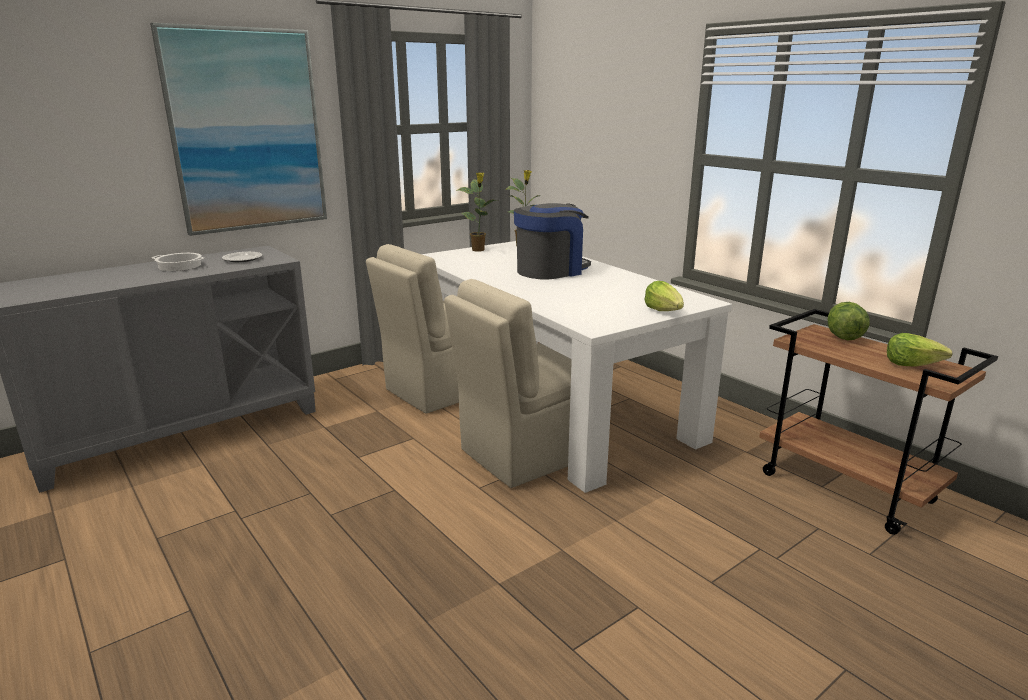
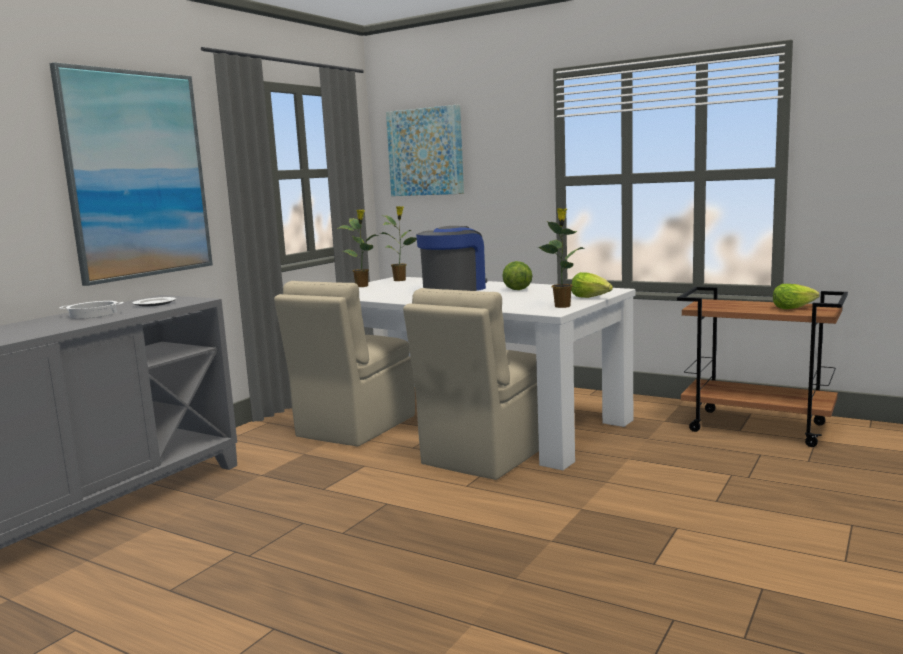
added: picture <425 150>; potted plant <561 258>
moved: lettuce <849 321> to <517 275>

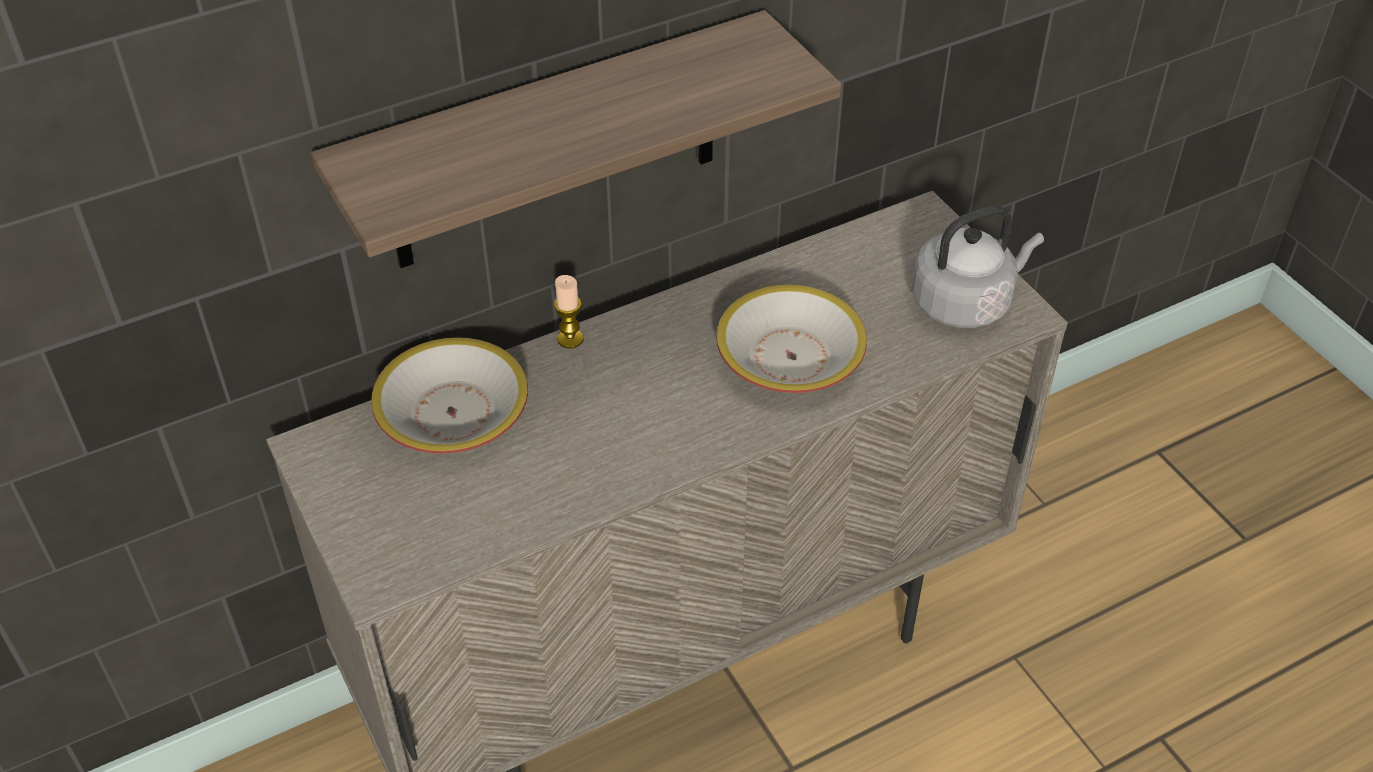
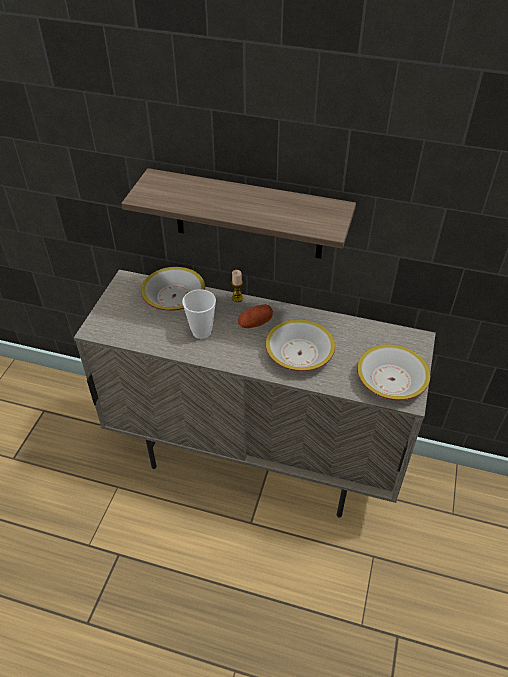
added: cup <199 314>; potato <255 316>
replaced: grey kettle <978 267> to bowl <393 372>

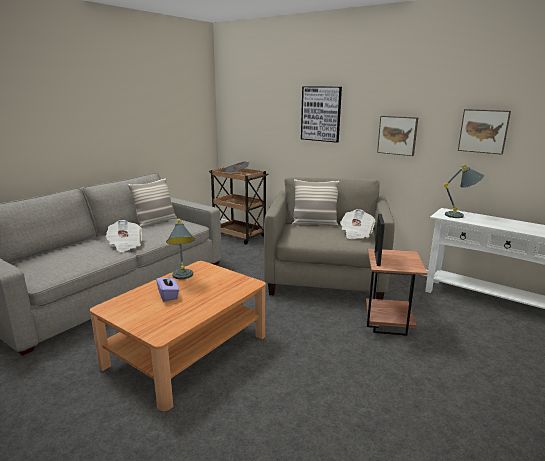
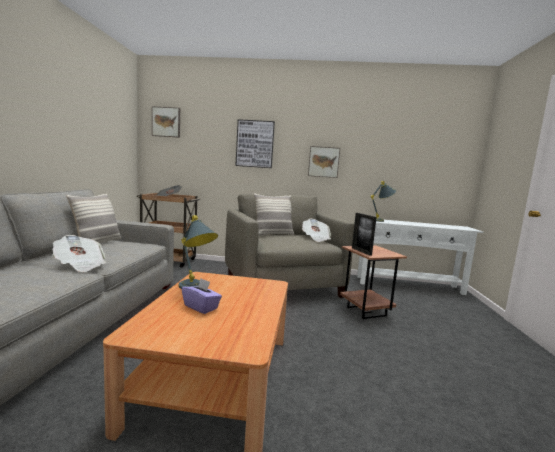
moved: picture <484 132> to <166 122>

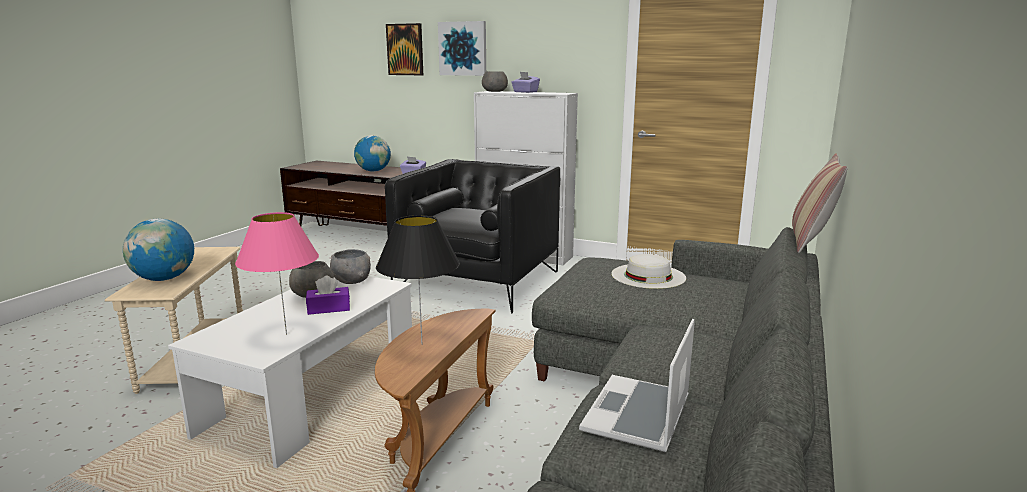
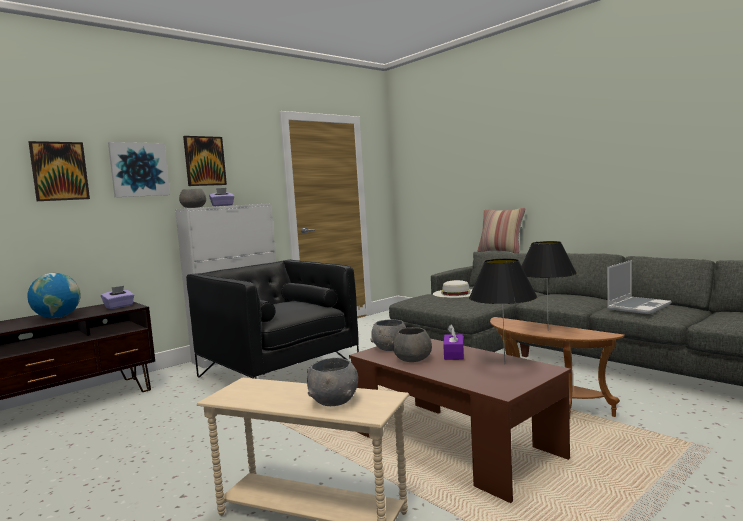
added: picture <205 161>
replaced: globe <158 249> to grey bowl <332 382>
recoloured: white coffee table <290 372> to brown coffee table <460 420>; pink table lamp <277 273> to black table lamp <503 311>
turned: laptop <637 385> = <639 287> 90 degrees counterclockwise

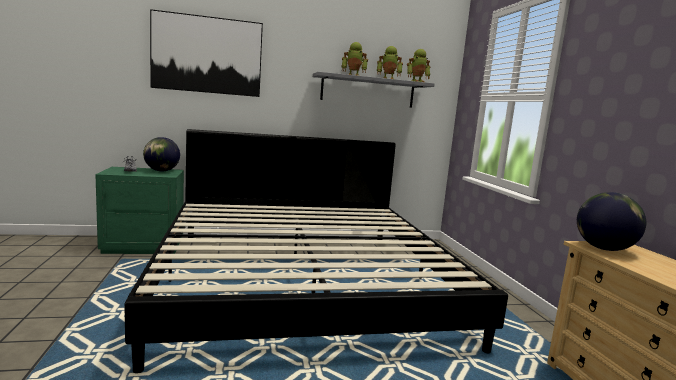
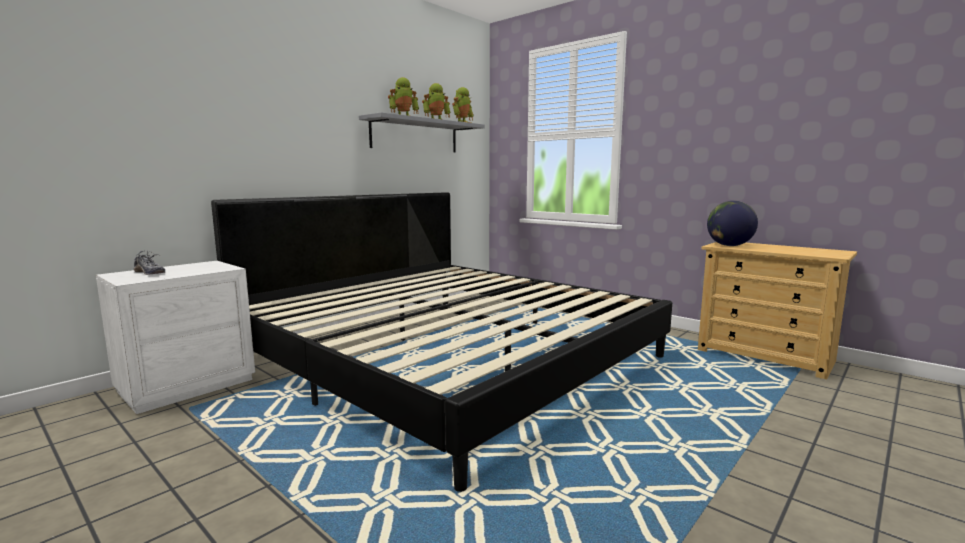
removed: globe <161 154>; picture <206 53>
recoloured: green nightstand <139 210> to white nightstand <175 337>

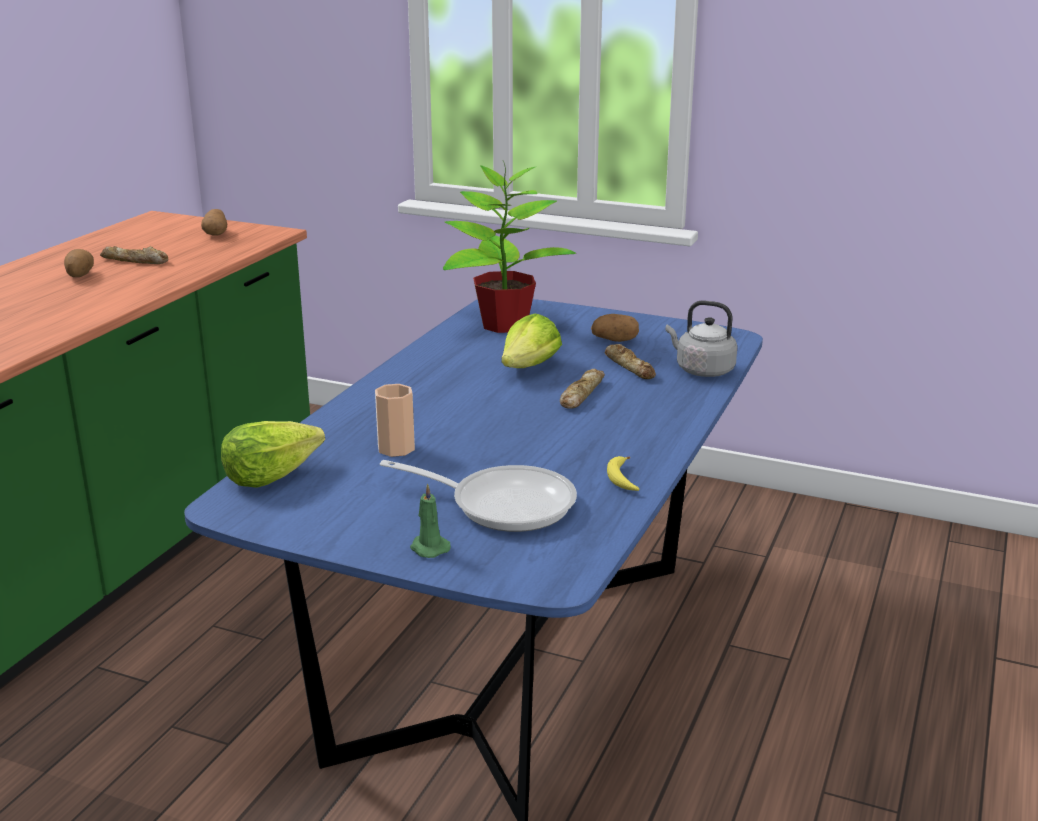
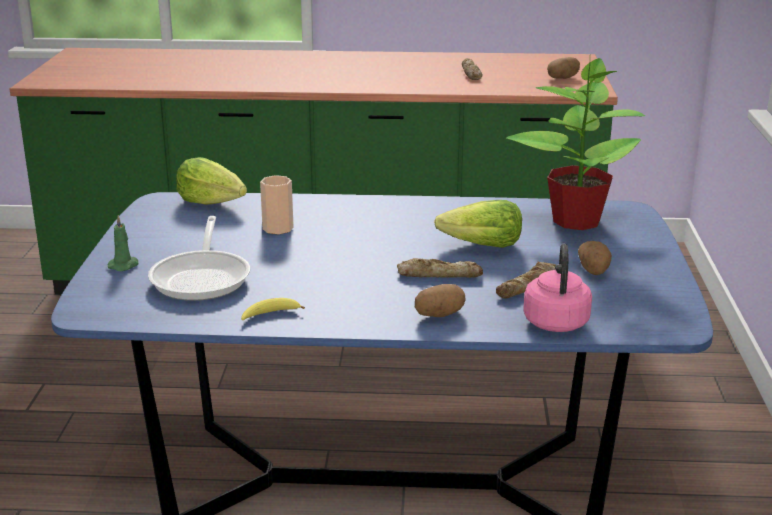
moved: potato <79 263> to <440 300>
recoloured: grey kettle <701 338> to pink kettle <557 288>

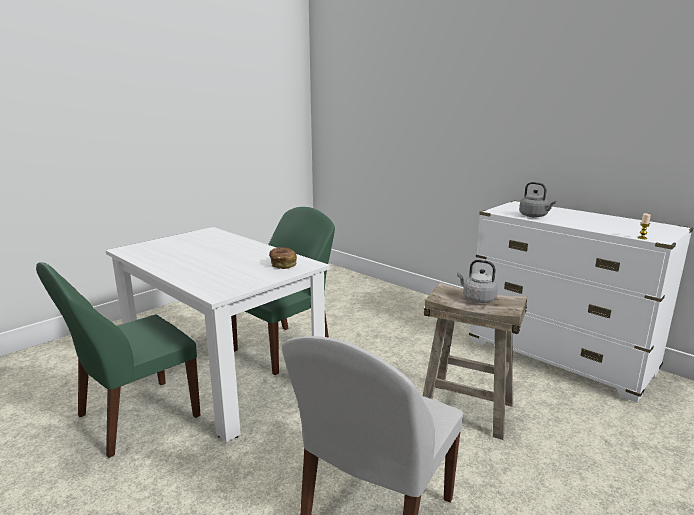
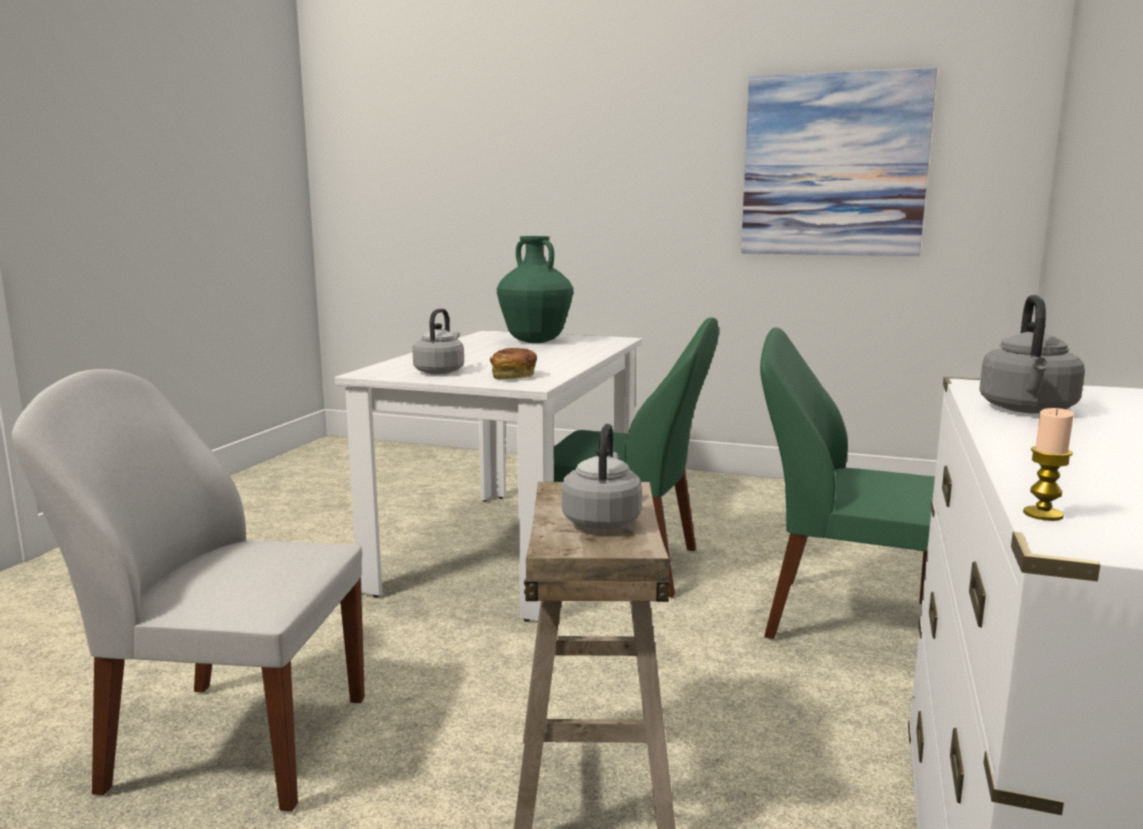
added: grey kettle <438 341>; green vase <535 289>; picture <839 161>
moved: green chair <118 360> to <847 483>

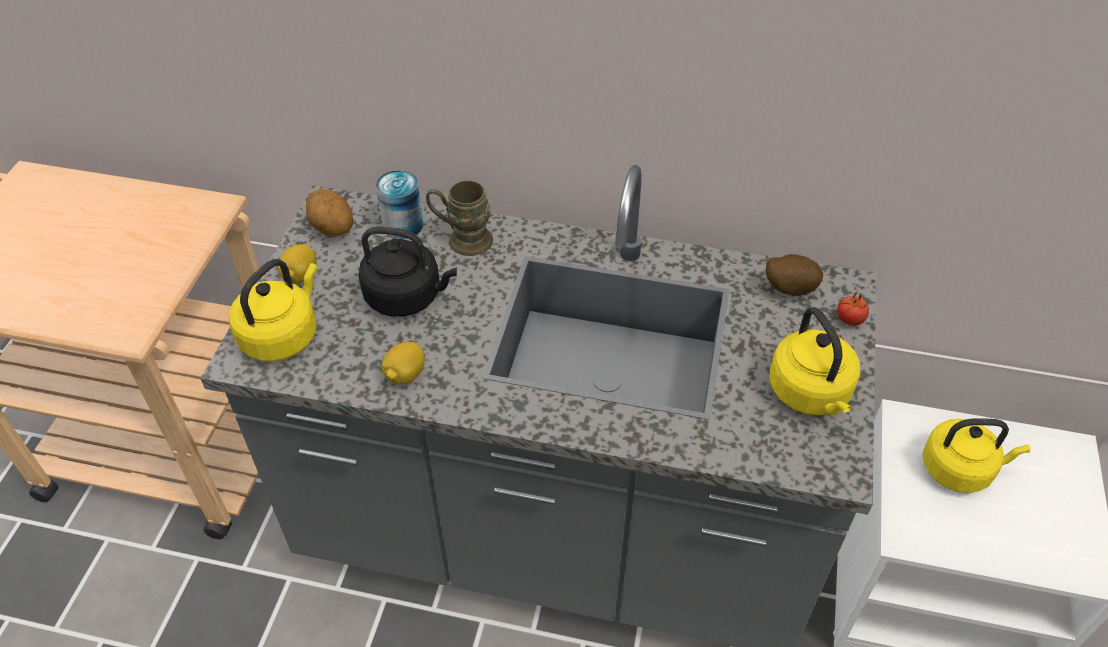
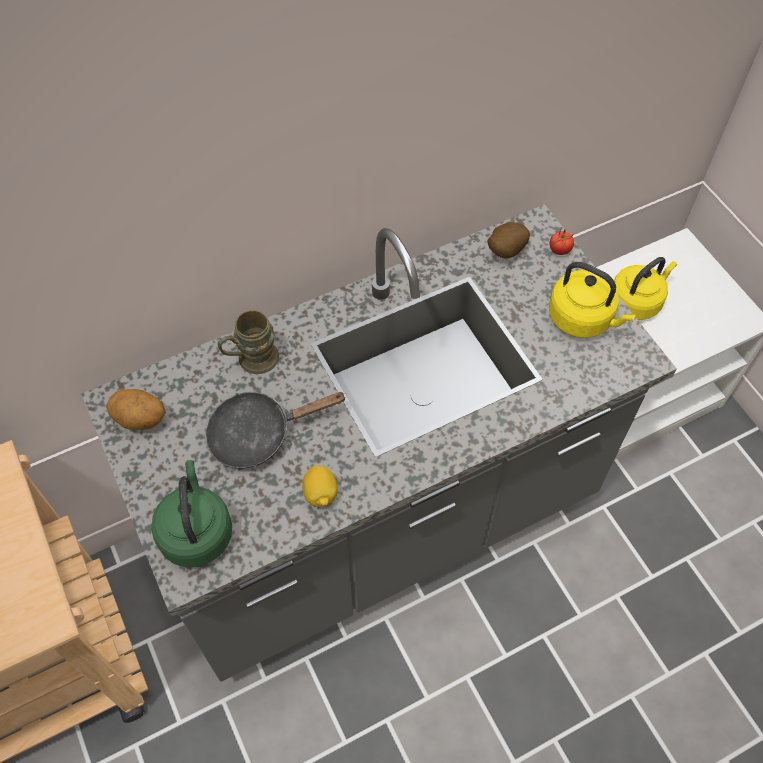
removed: lemon <297 264>; can <400 204>
replaced: black kettle <407 272> to black frying pan <276 430>
recoloured: yellow kettle <273 310> to green kettle <191 513>

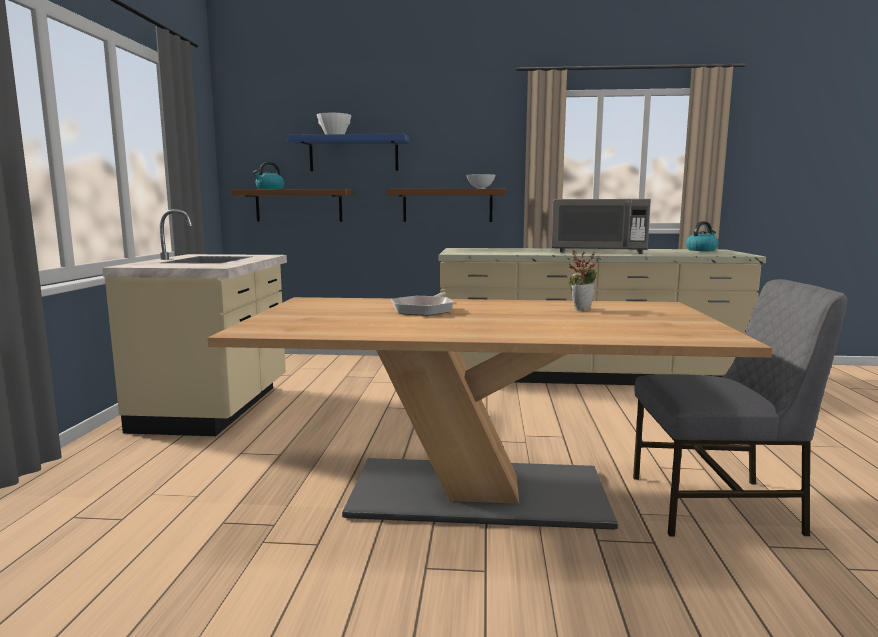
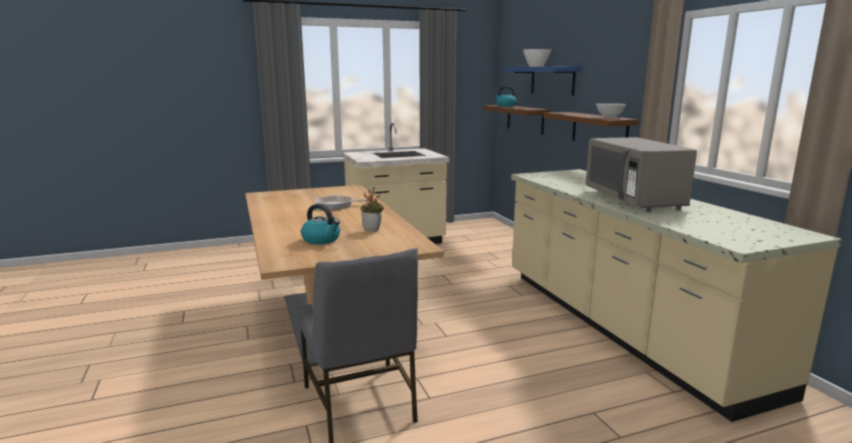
moved: kettle <702 236> to <320 224>

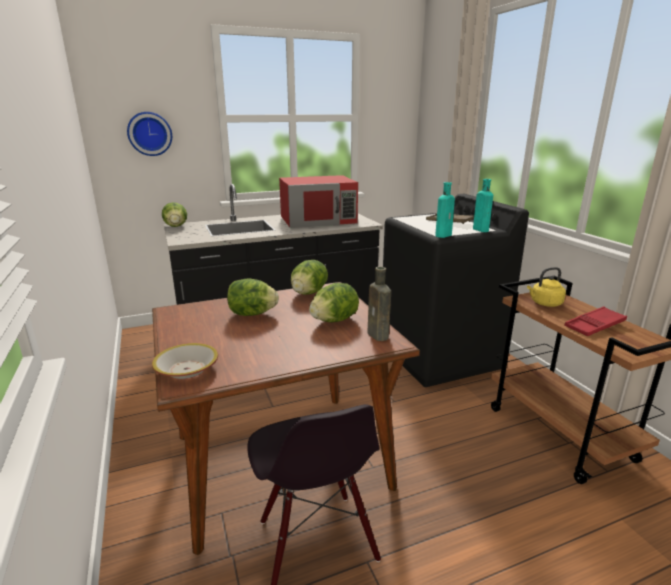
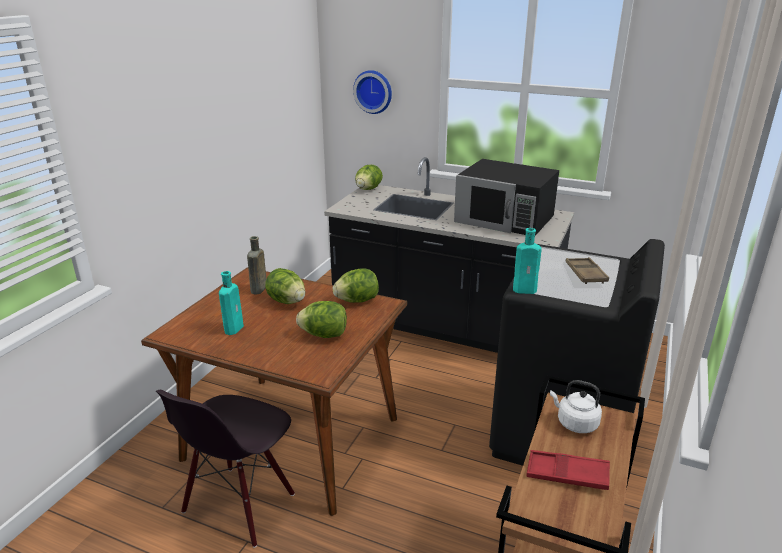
removed: bowl <185 361>
moved: brown bottle <379 304> to <256 265>; turquoise bottle <483 205> to <231 303>
recoloured: red microwave <318 201> to black microwave <506 197>; yellow kettle <546 287> to white kettle <576 406>

